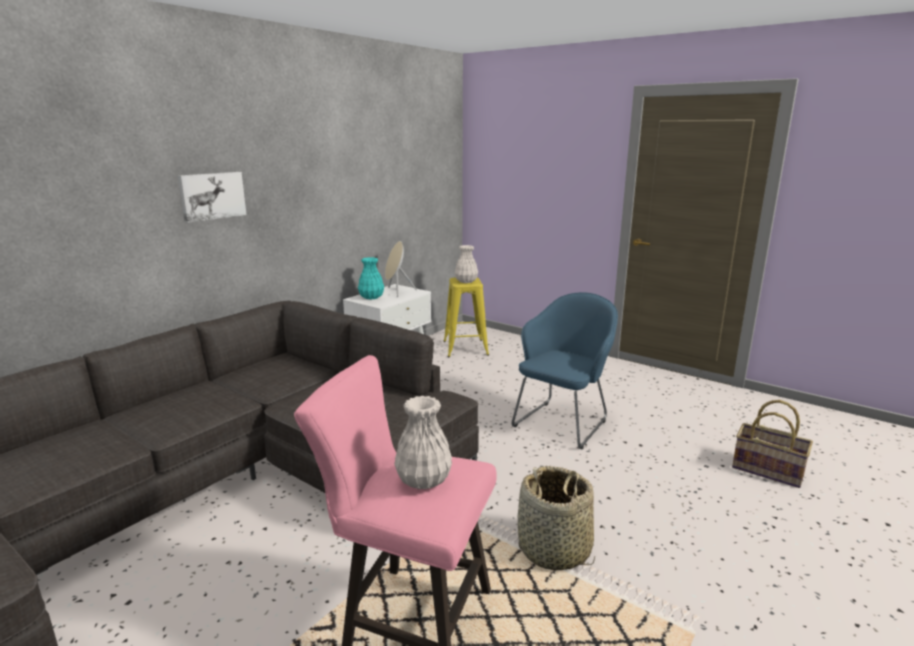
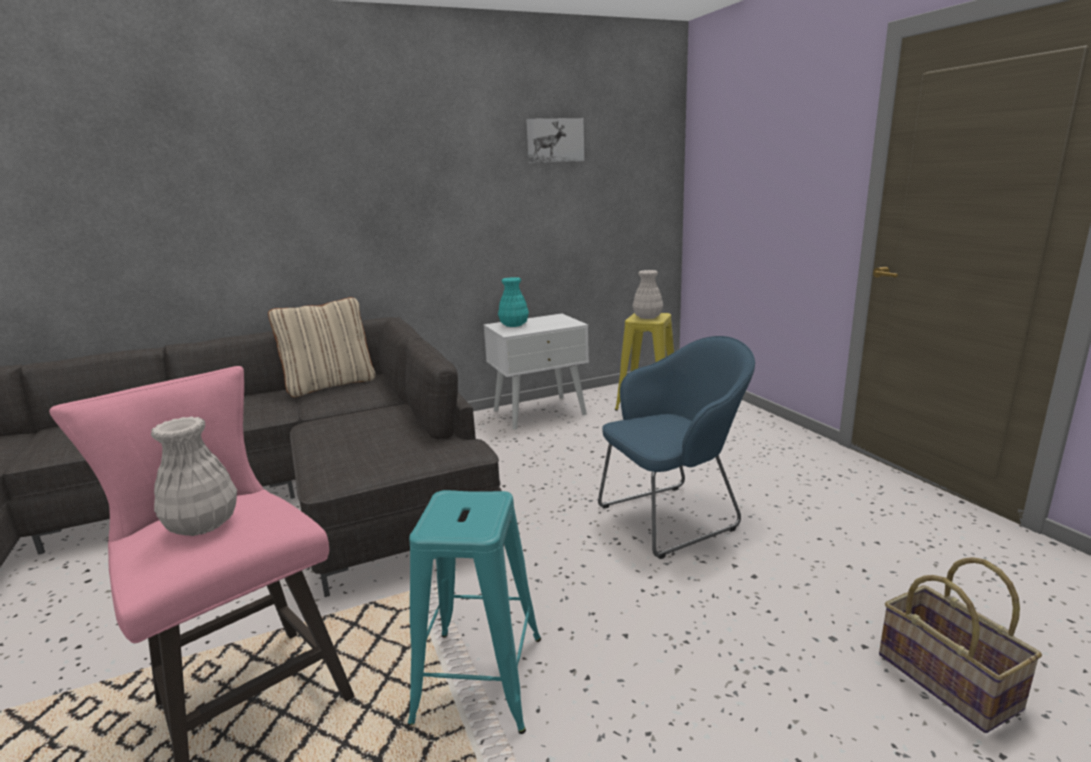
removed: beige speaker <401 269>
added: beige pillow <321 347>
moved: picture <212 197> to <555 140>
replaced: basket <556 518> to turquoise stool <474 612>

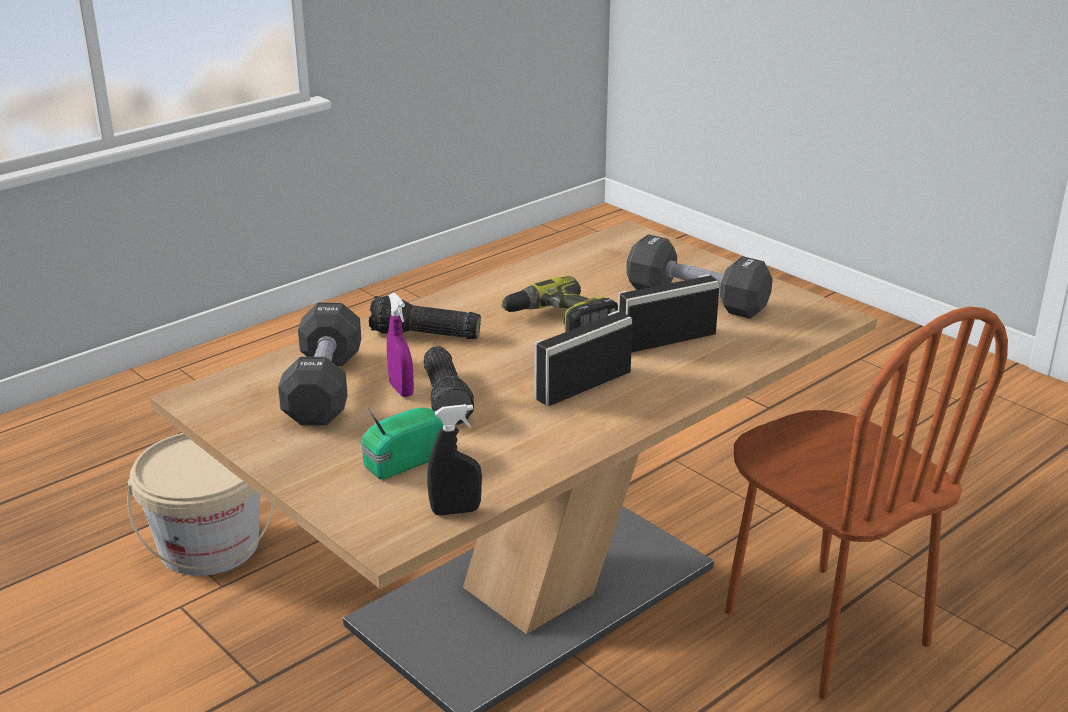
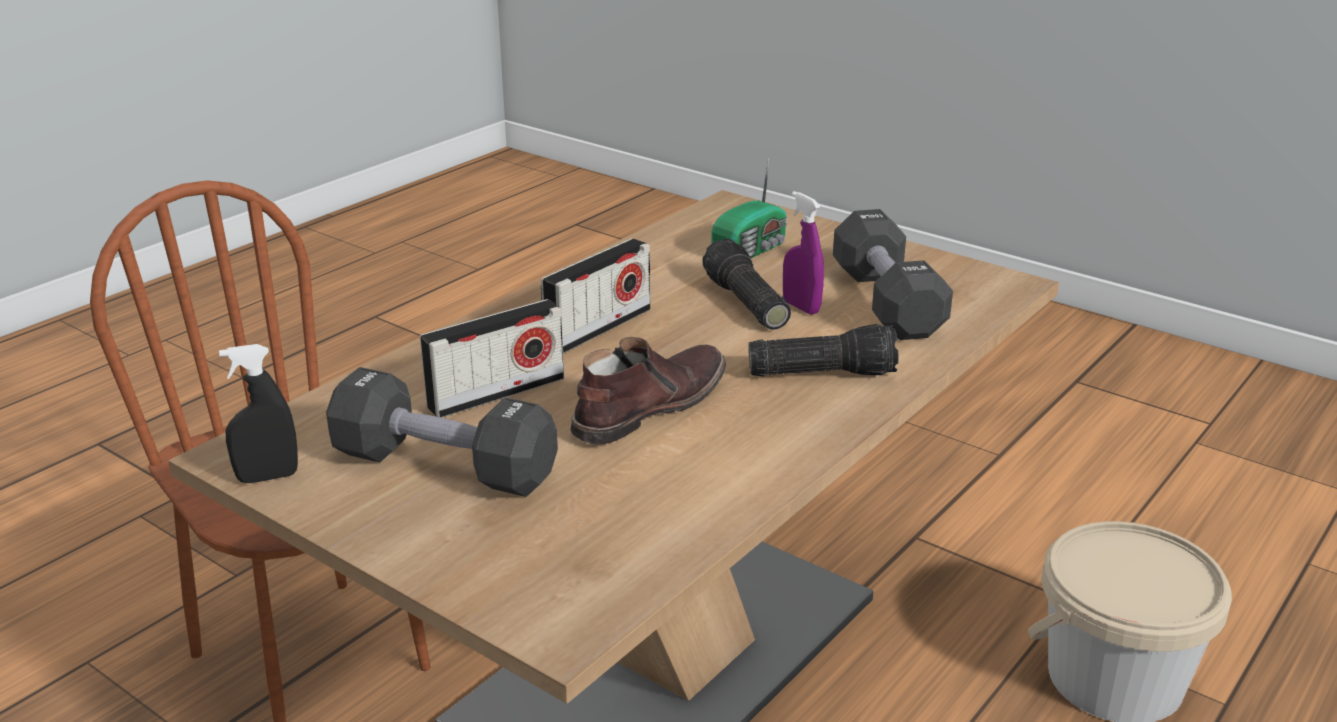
moved: black spray bottle <454 460> to <258 413>
replaced: power drill <559 304> to brown boot <648 391>

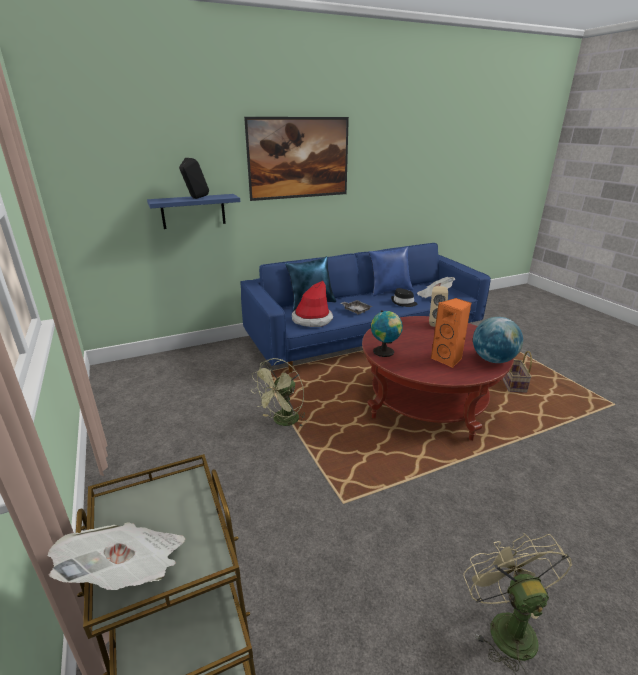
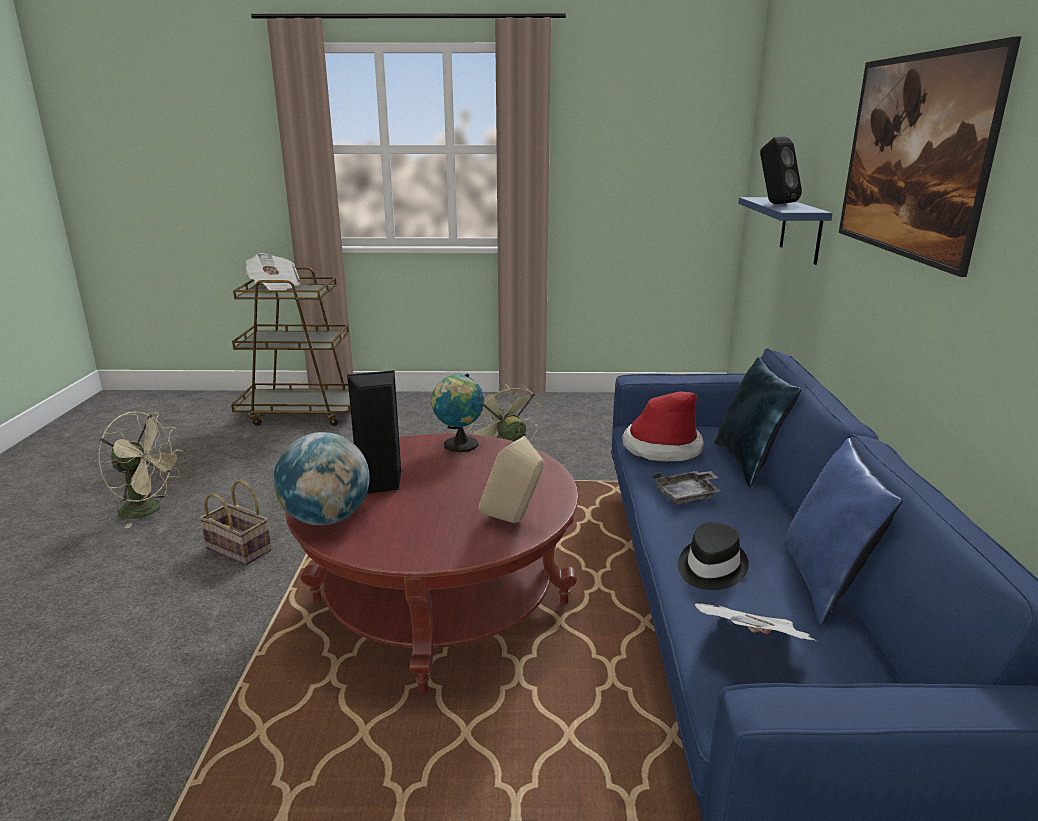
moved: basket <517 372> to <235 522>
recoloured: orange speaker <451 333> to black speaker <374 431>

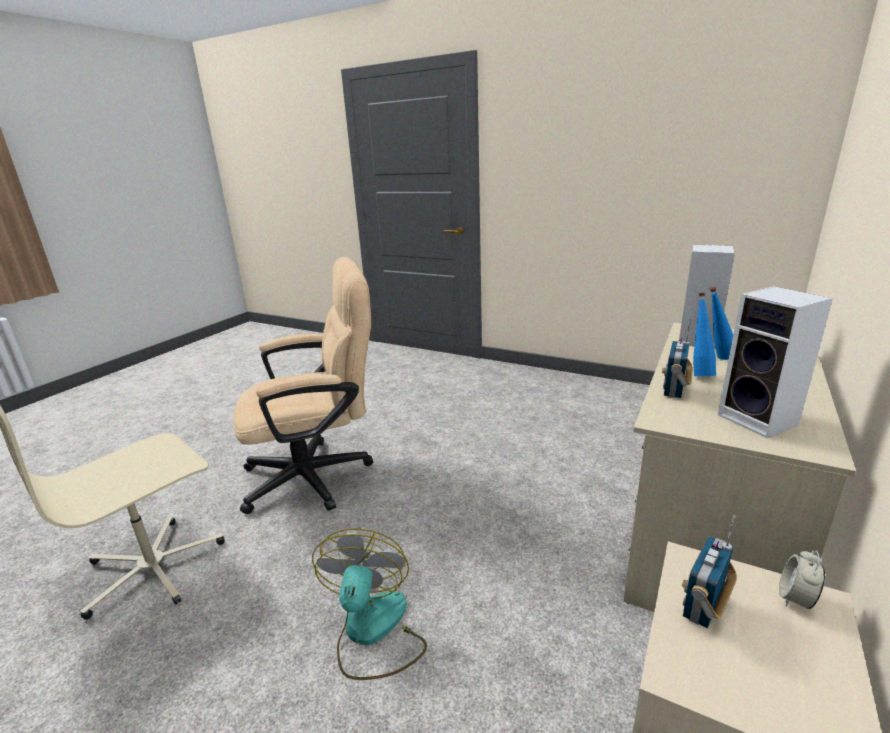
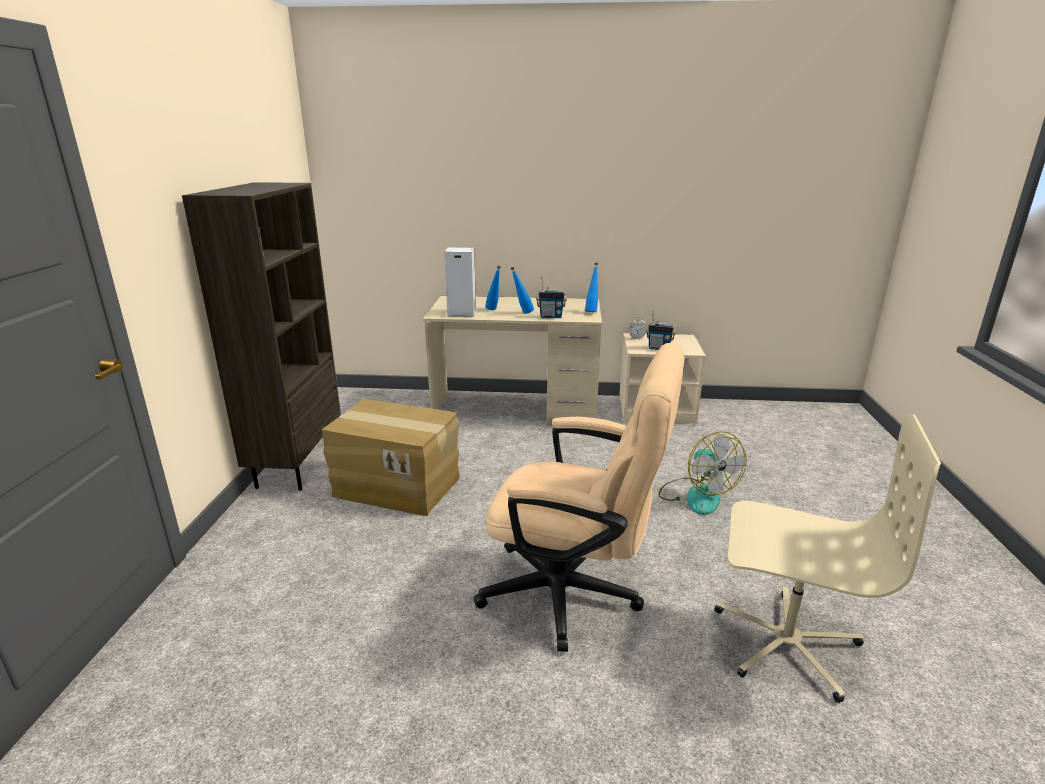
removed: speaker <775 362>
added: brown bookcase <261 336>; cardboard box <391 457>; blue bottle <591 287>
turned: beige office chair <303 385> = <579 497> 150 degrees clockwise; fan <369 604> = <702 473> 90 degrees counterclockwise

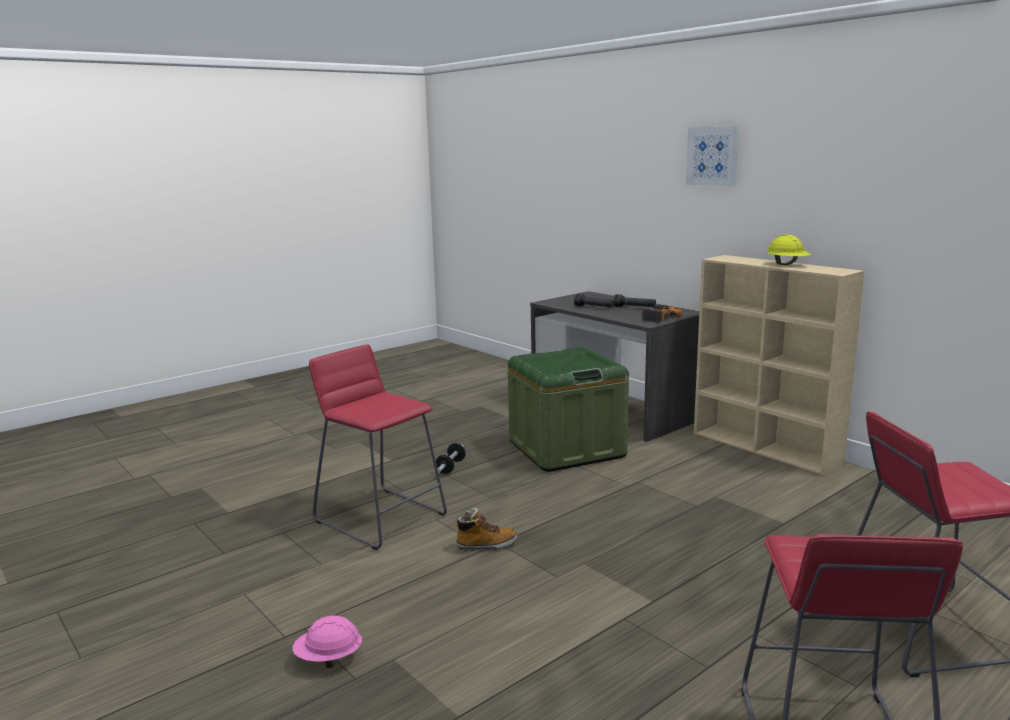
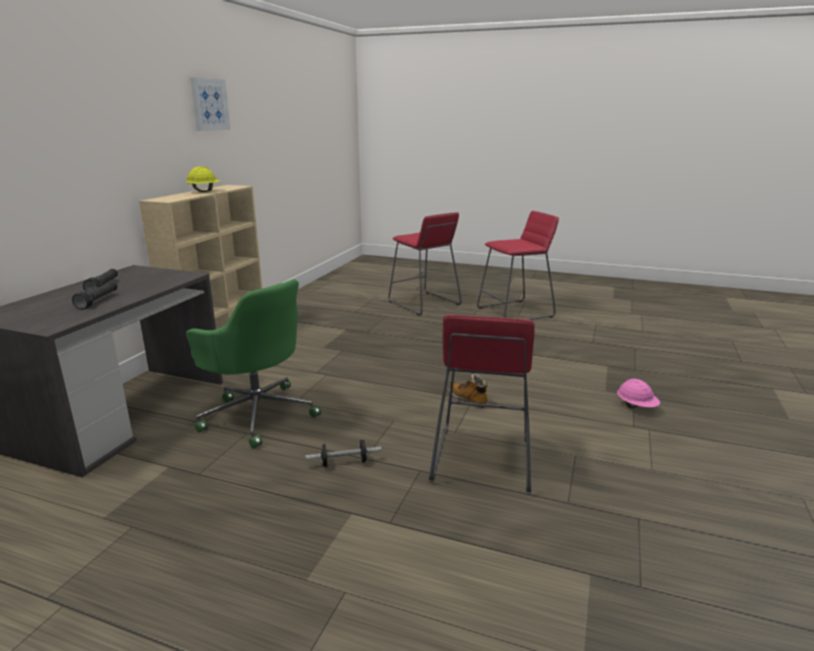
removed: power drill <662 314>
moved: picture <712 156> to <210 104>
replaced: green storage box <568 409> to green office chair <253 363>

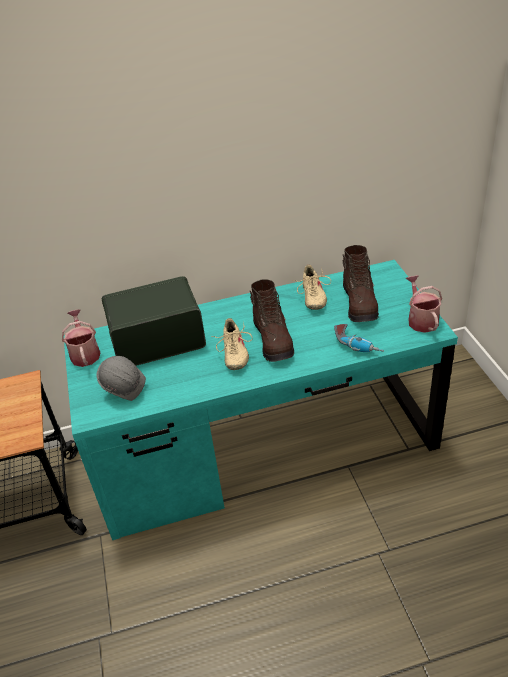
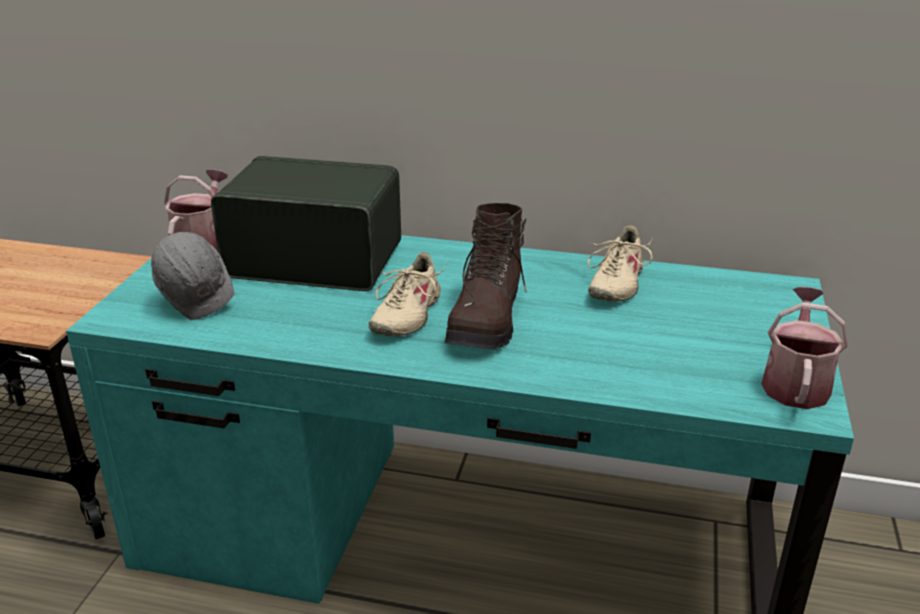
removed: power drill <359 338>; brown boot <361 283>

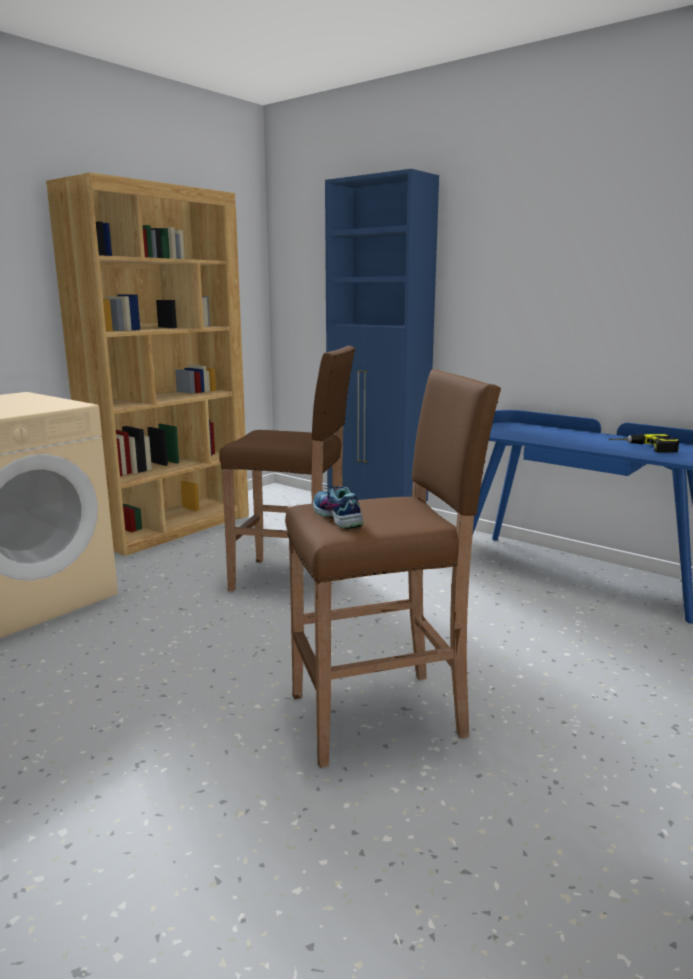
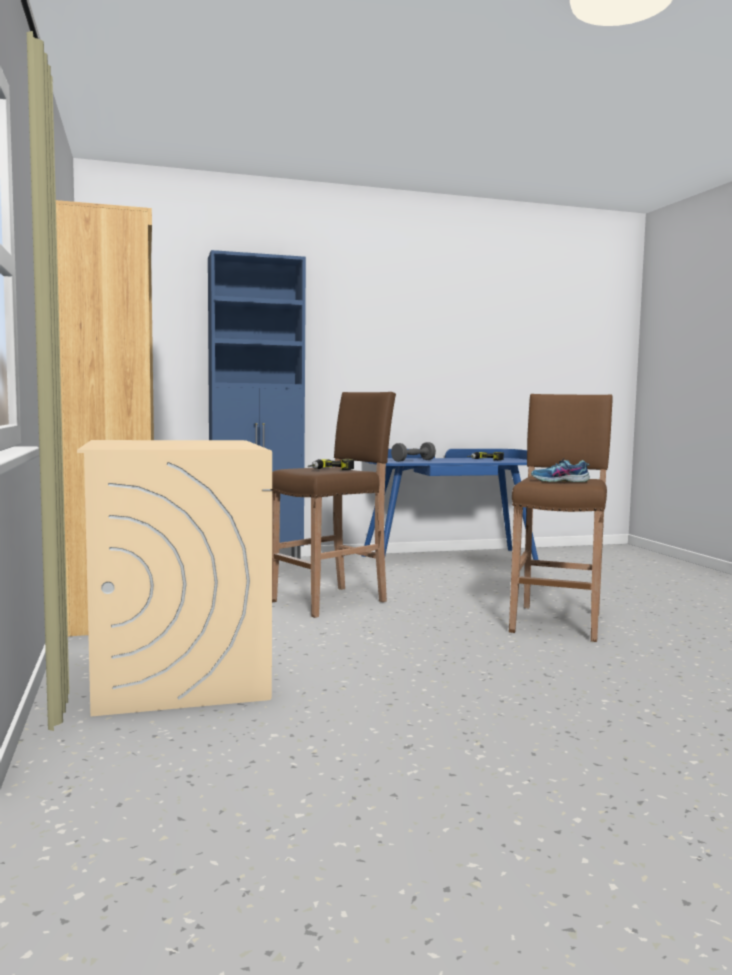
added: power drill <331 464>; grey dumbbell <413 452>

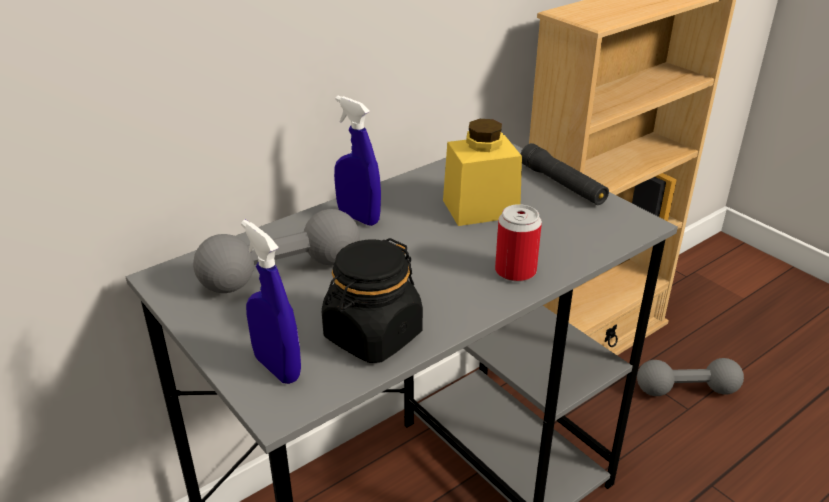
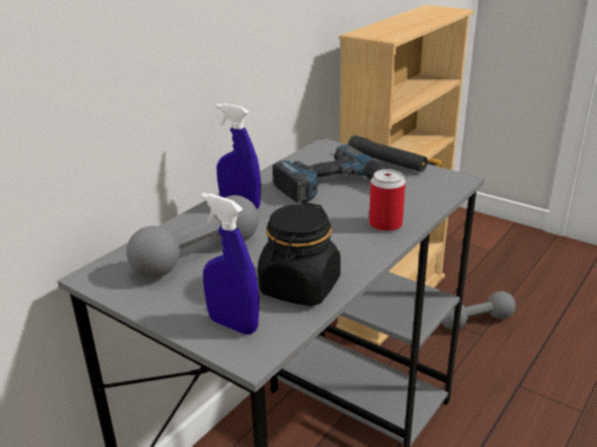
replaced: yellow jar <482 172> to power drill <330 174>

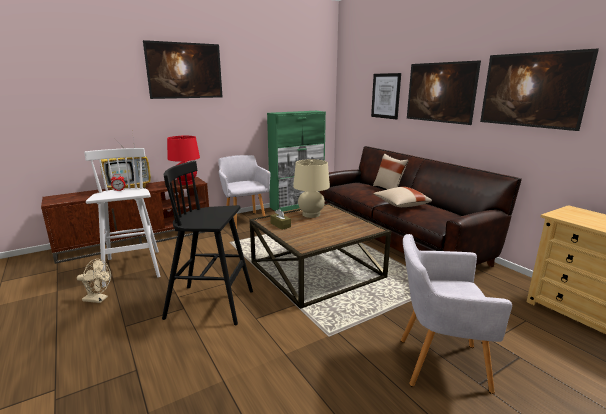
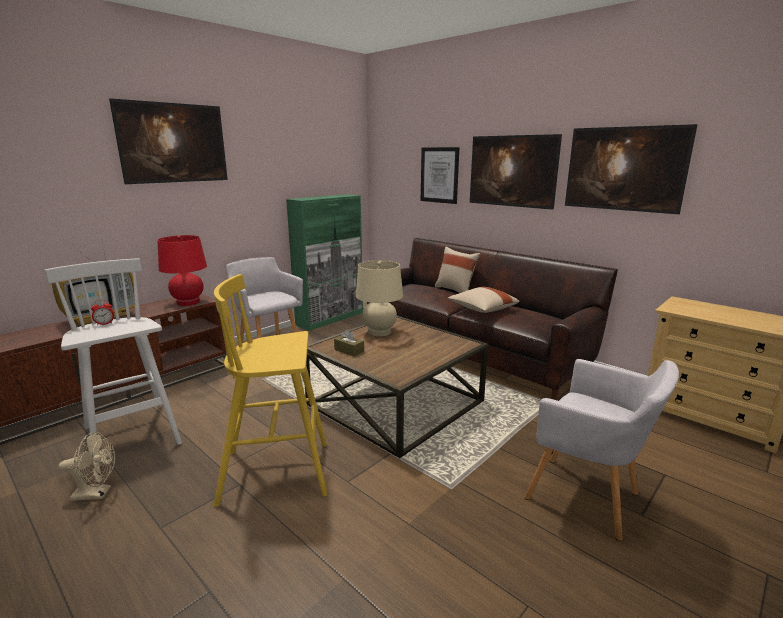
recoloured: black stool <207 243> to yellow stool <270 390>
turned: grey armchair <456 314> = <601 450> 135 degrees counterclockwise

